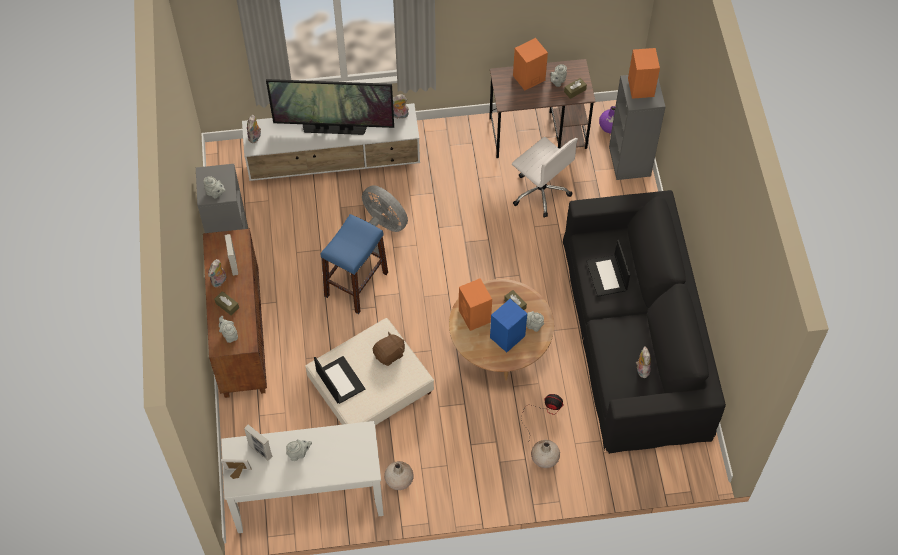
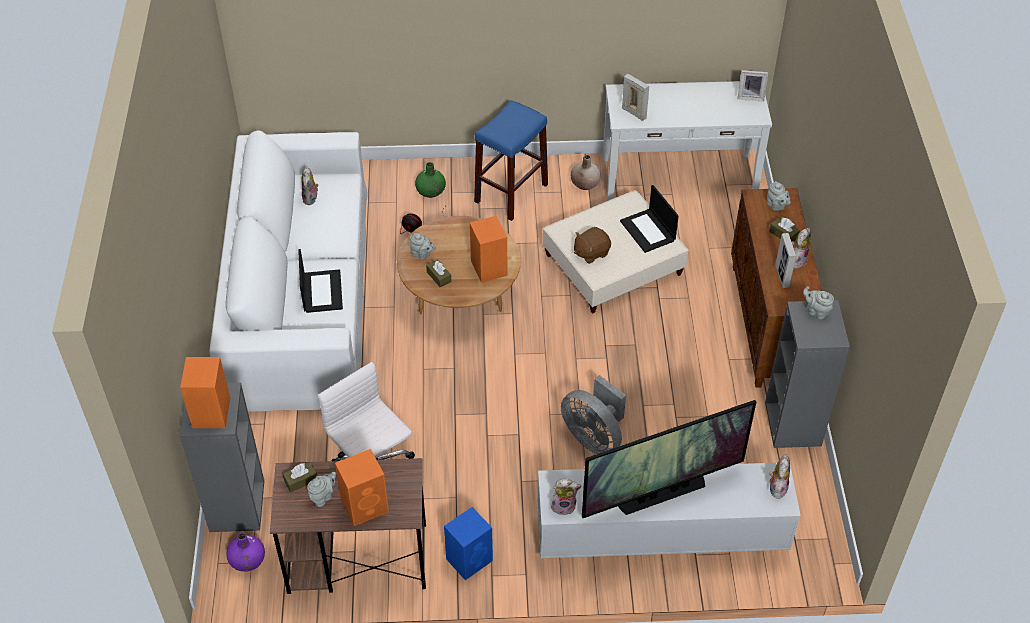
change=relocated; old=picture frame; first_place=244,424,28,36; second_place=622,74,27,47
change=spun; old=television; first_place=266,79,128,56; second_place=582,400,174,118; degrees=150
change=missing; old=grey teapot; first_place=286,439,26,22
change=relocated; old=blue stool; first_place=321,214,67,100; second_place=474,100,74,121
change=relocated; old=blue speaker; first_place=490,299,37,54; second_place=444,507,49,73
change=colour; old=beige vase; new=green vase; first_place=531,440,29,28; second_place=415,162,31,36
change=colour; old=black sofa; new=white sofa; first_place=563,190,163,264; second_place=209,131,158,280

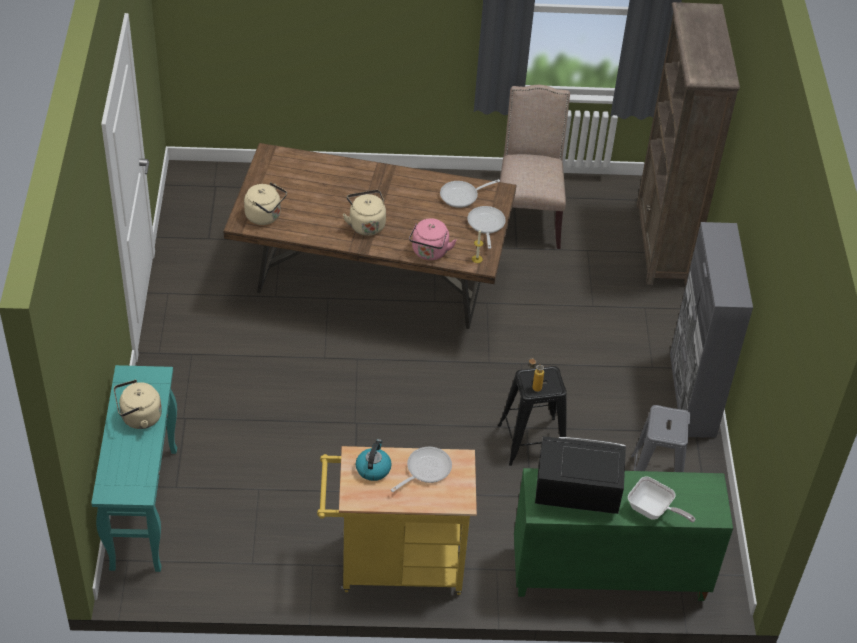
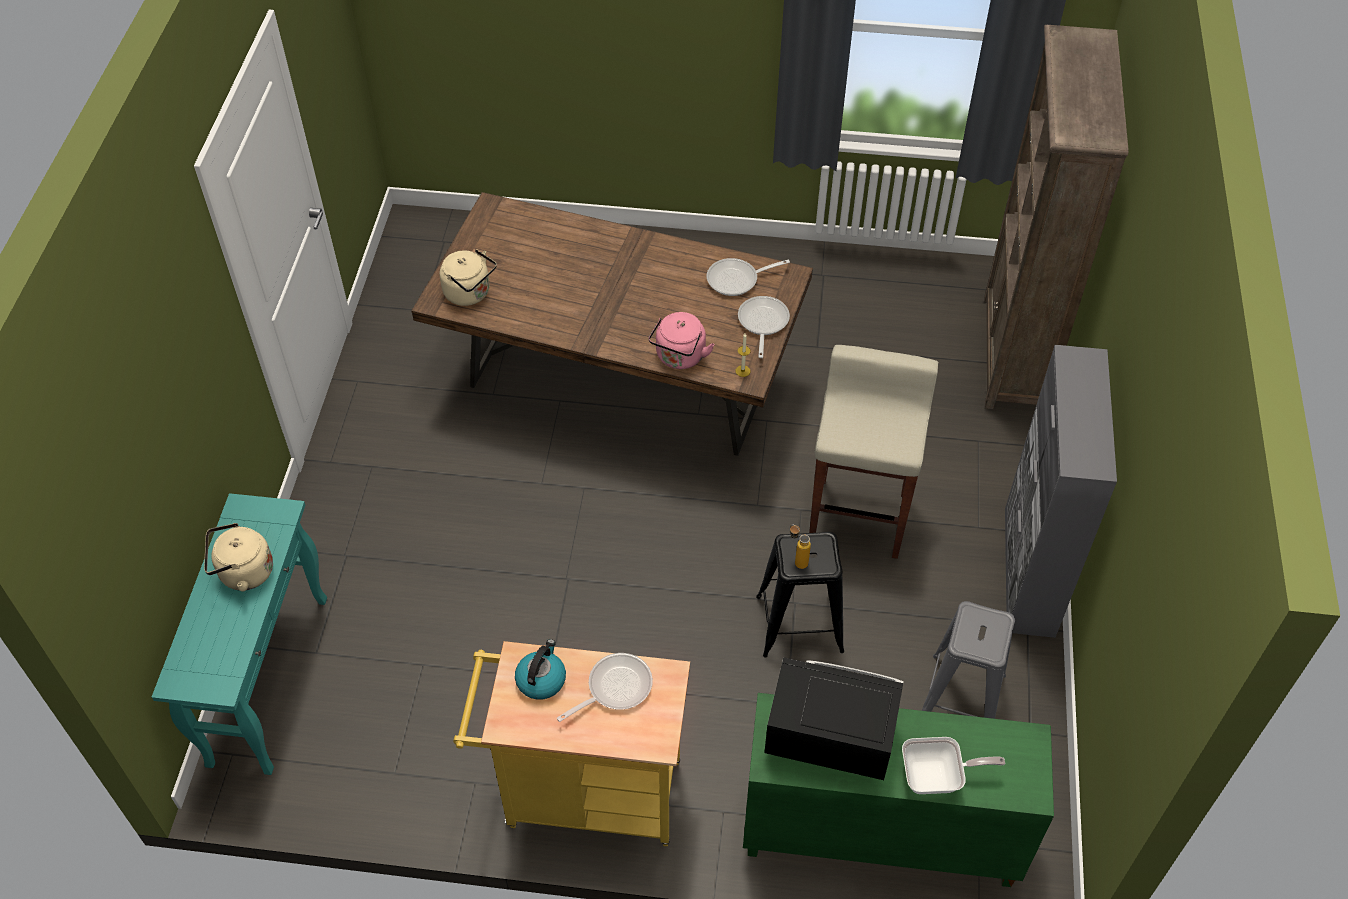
change=missing; old=beige kettle; first_place=343,190,43,46
change=missing; old=beige chair; first_place=500,85,70,164
change=spun; old=frying pan; first_place=628,477,67,46; second_place=902,737,103,57; degrees=-45
change=appeared; new=beige stool; second_place=809,345,129,214

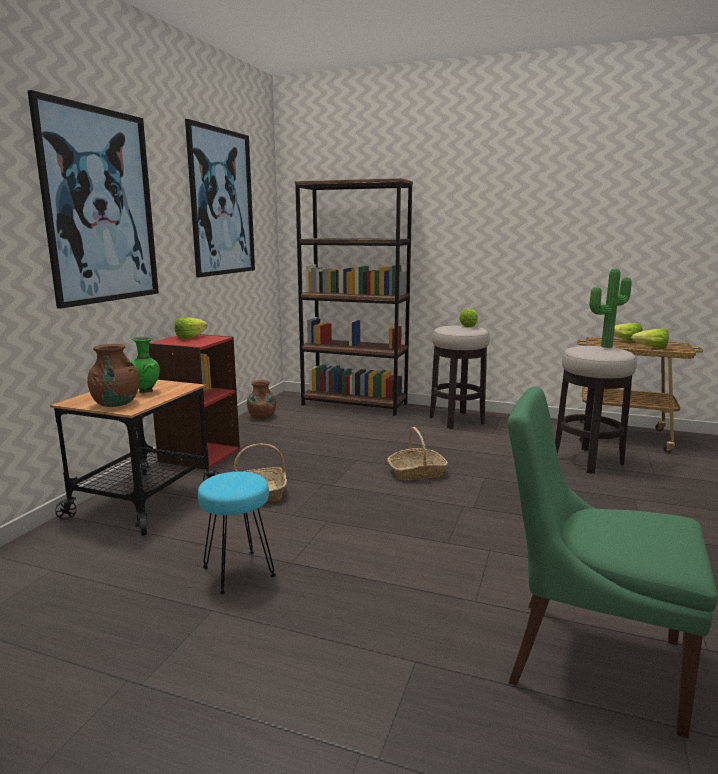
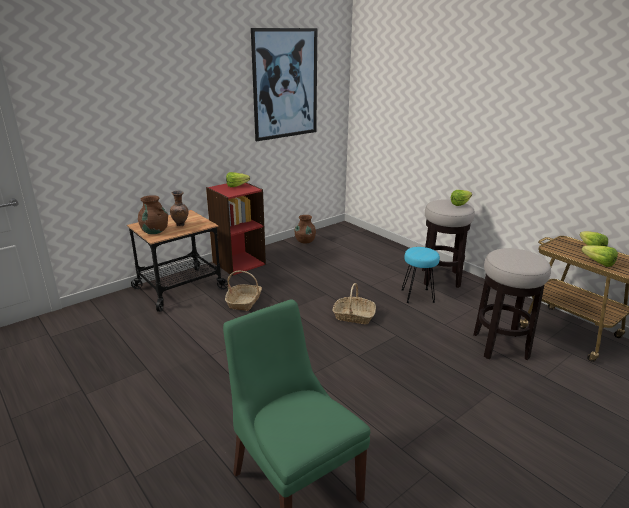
change=missing; old=picture; first_place=27,90,132,219
change=colour; old=green vase; new=brown vase; first_place=131,337,29,57; second_place=170,191,19,35
change=relocated; old=turquoise stool; first_place=198,472,78,122; second_place=401,247,39,56
change=missing; old=brown bookcase; first_place=295,178,118,238
change=missing; old=potted plant; first_place=589,268,43,80

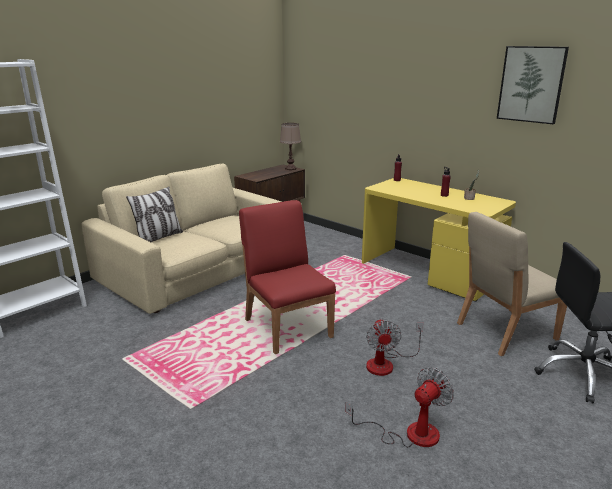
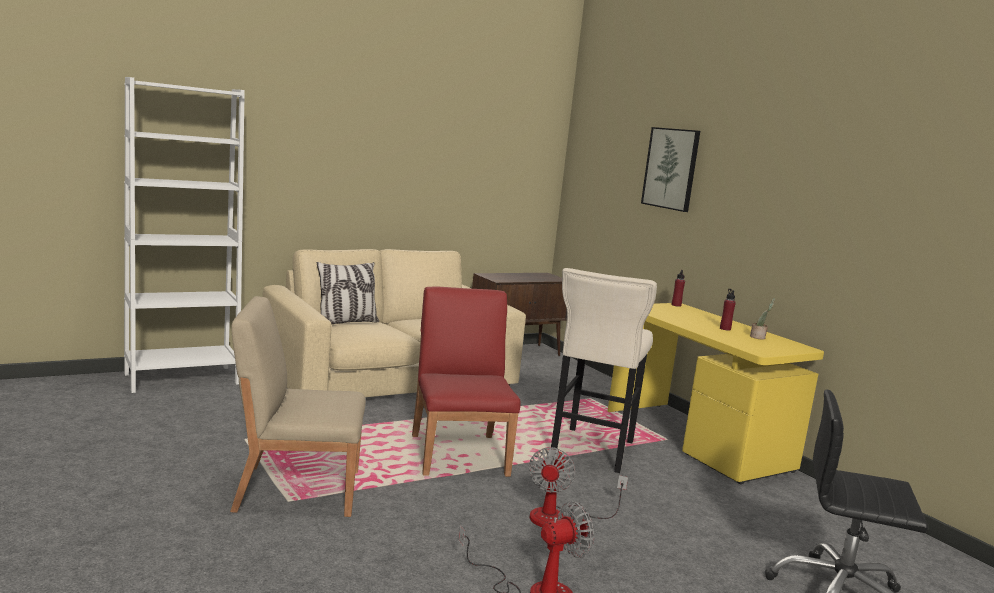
change=missing; old=brown table lamp; first_place=280,123,21,47
change=relocated; old=beige chair; first_place=457,212,110,144; second_place=230,296,136,221
change=relocated; old=picture; first_place=497,46,72,78; second_place=641,127,59,85
change=appeared; new=beige stool; second_place=551,268,106,205

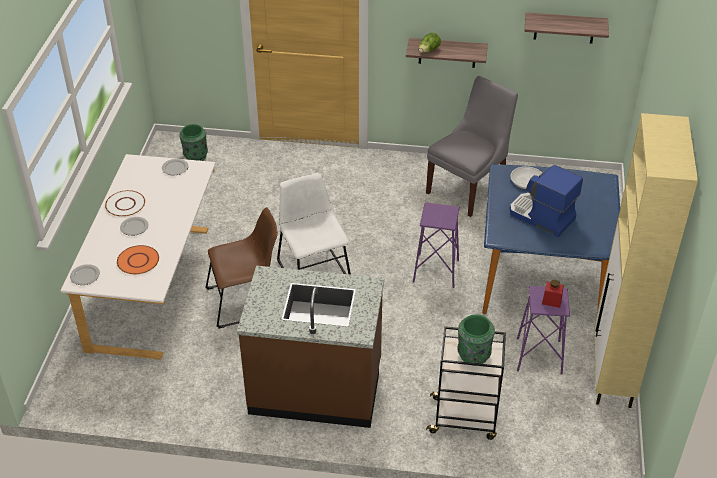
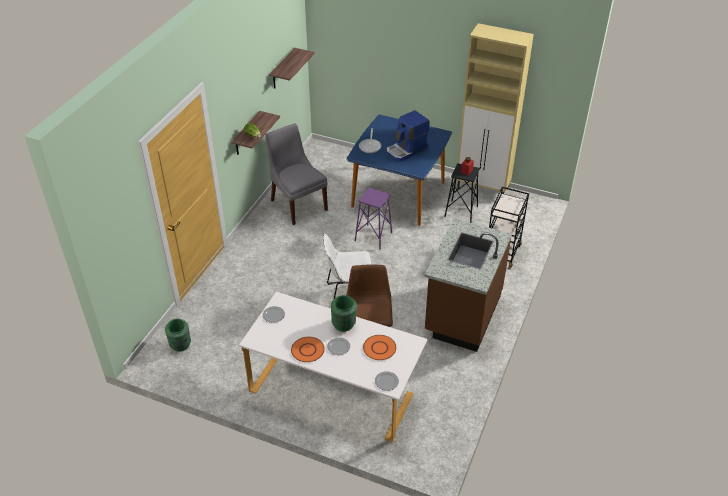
change=colour; old=white plate; new=orange plate; first_place=105,190,40,27; second_place=291,337,34,25
change=relocated; old=green vase; first_place=457,314,38,52; second_place=331,295,26,37
change=colour; old=purple stool; new=black stool; first_place=517,286,53,89; second_place=444,163,36,60

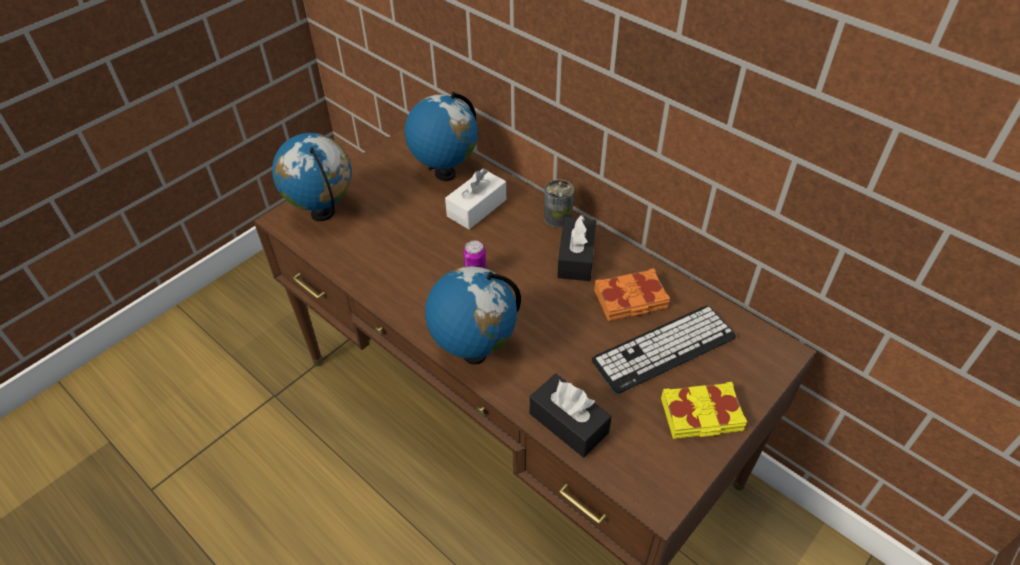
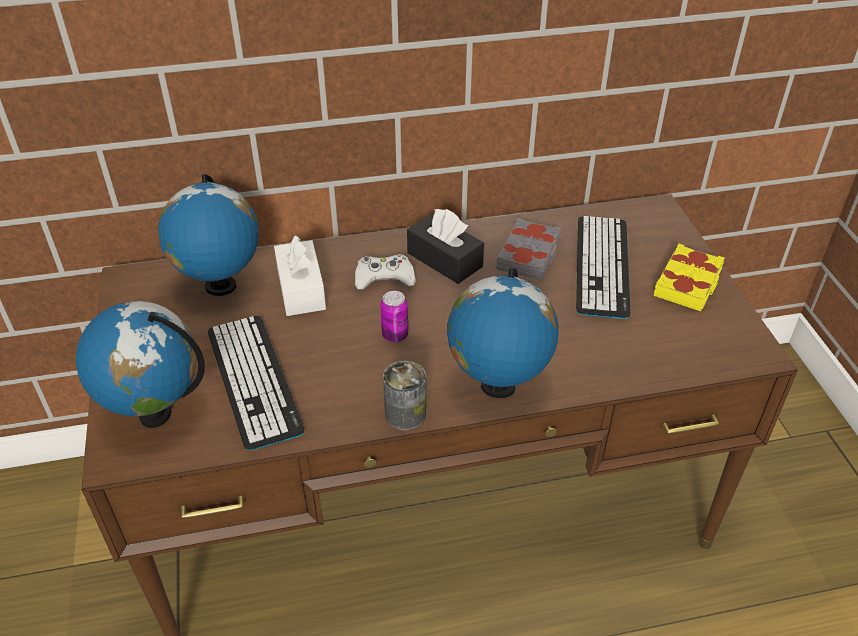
change=missing; old=black tissue box; first_place=530,374,82,84
change=relocated; old=can; first_place=544,179,30,49; second_place=383,361,43,69
change=colour; old=orange book; new=grey book; first_place=594,268,76,53; second_place=496,218,65,62
change=appeared; new=keyboard; second_place=208,316,96,134
change=appeared; new=white game controller; second_place=355,254,61,36

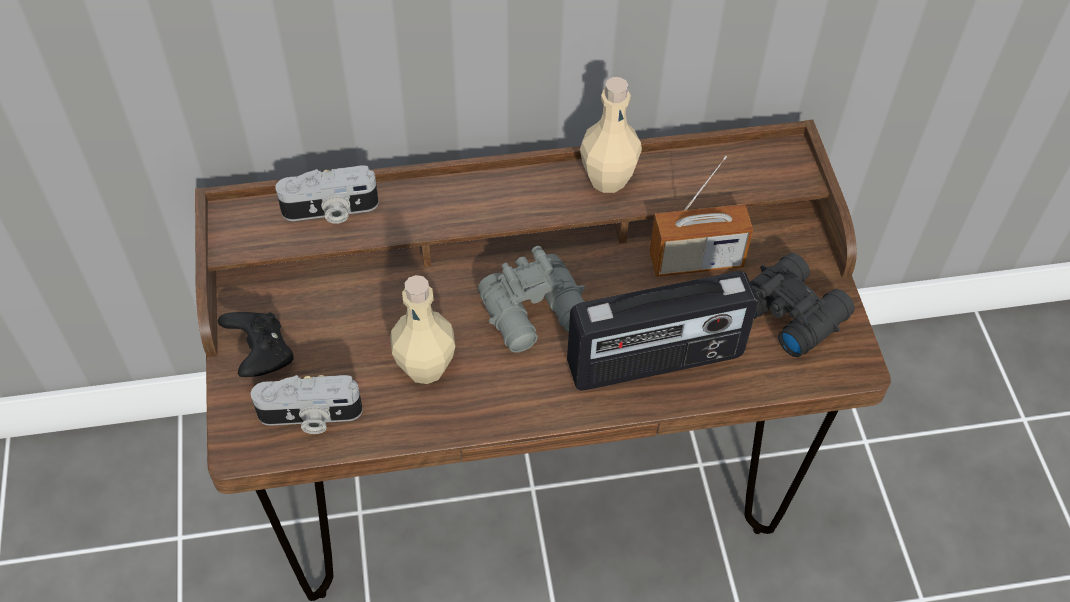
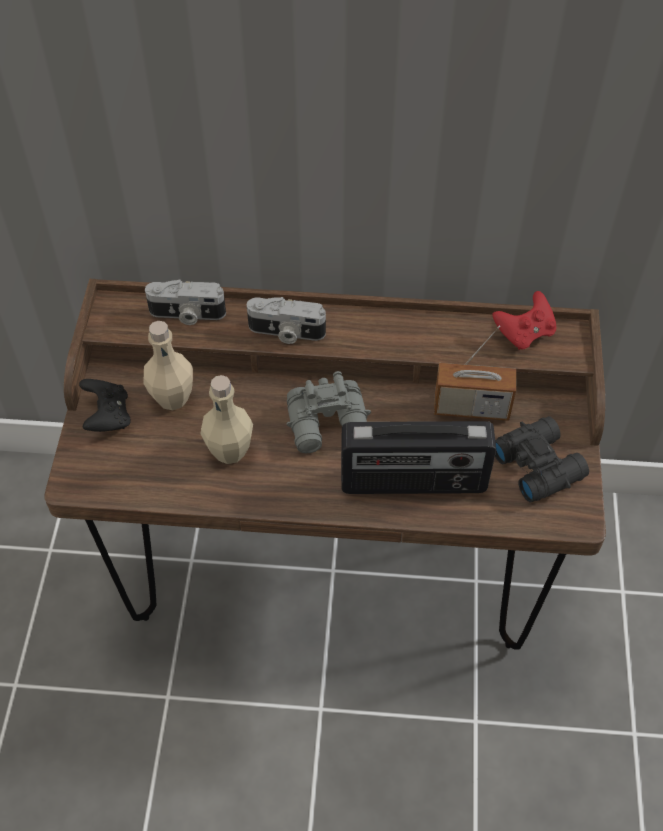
change=relocated; old=photo camera; first_place=251,375,112,59; second_place=247,297,79,47
change=relocated; old=beige bottle; first_place=580,77,62,116; second_place=143,321,50,89
change=appeared; new=red game controller; second_place=492,291,64,59

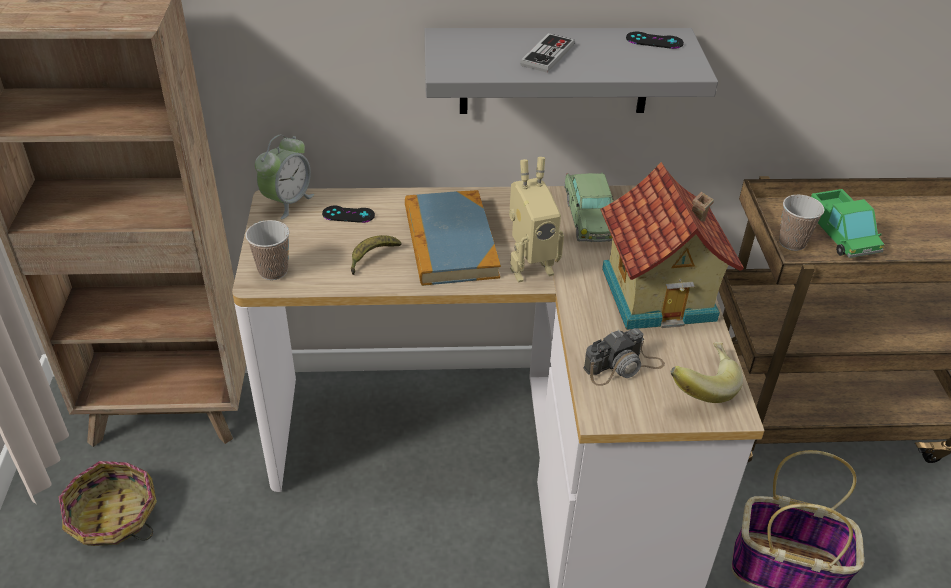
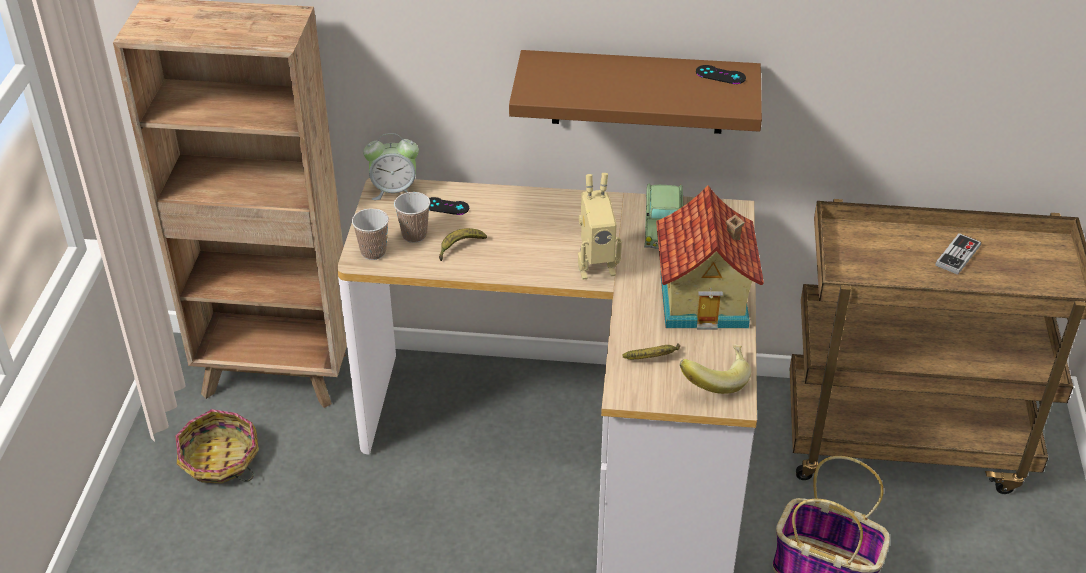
change=spun; old=alarm clock; first_place=255,135,59,84; second_place=363,133,56,67; degrees=45
change=missing; old=book; first_place=405,190,96,96
change=colour; old=grey shelf; new=brown shelf; first_place=425,28,293,86; second_place=509,50,253,84
change=relocated; old=game controller; first_place=520,33,55,40; second_place=935,233,46,42
change=exchanged; old=photo camera; new=banana; first_place=583,328,82,58; second_place=622,343,58,16
change=relocated; old=cup; first_place=779,195,45,56; second_place=394,192,36,51
change=missing; old=toy truck; first_place=811,189,74,69

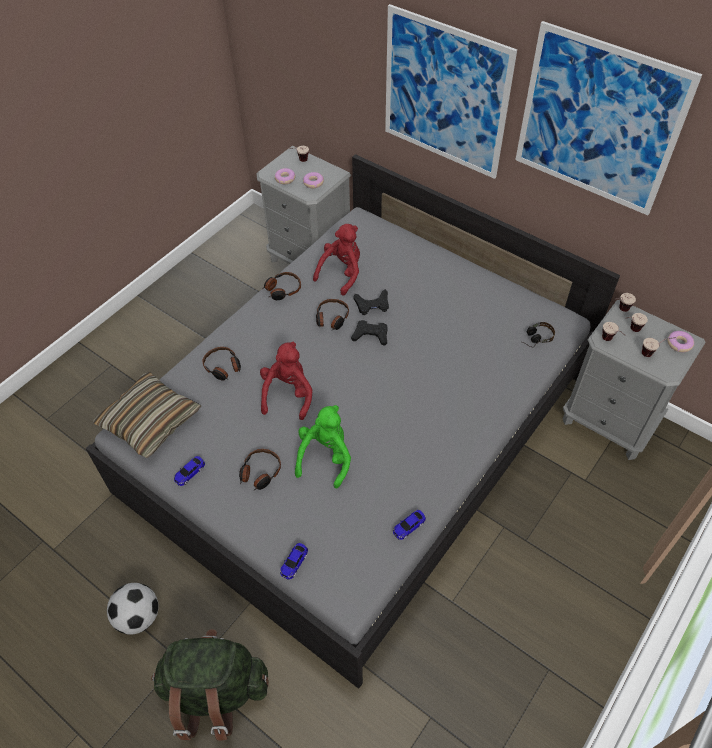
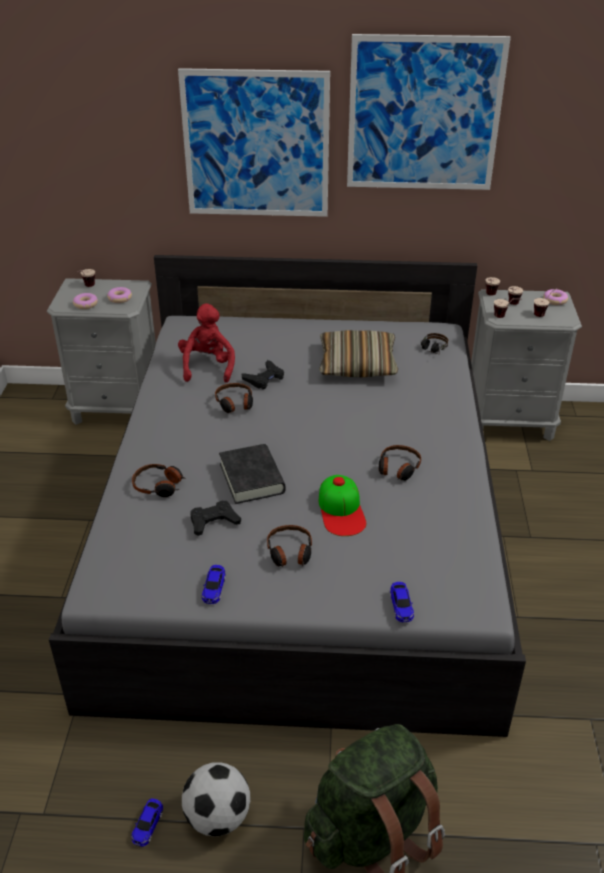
change=relocated; old=pillow; first_place=93,372,109,86; second_place=319,330,79,47
change=exchanged; old=red plush toy; new=black book; first_place=260,342,52,78; second_place=219,444,66,60
change=relocated; old=headphones; first_place=262,272,39,28; second_place=379,445,42,36
change=exchanged; old=green plush toy; new=cap; first_place=295,405,56,84; second_place=319,475,47,61
change=relocated; old=black game controller; first_place=351,320,36,26; second_place=190,501,51,35
change=relocated; old=toy car; first_place=393,510,33,30; second_place=131,799,32,48

